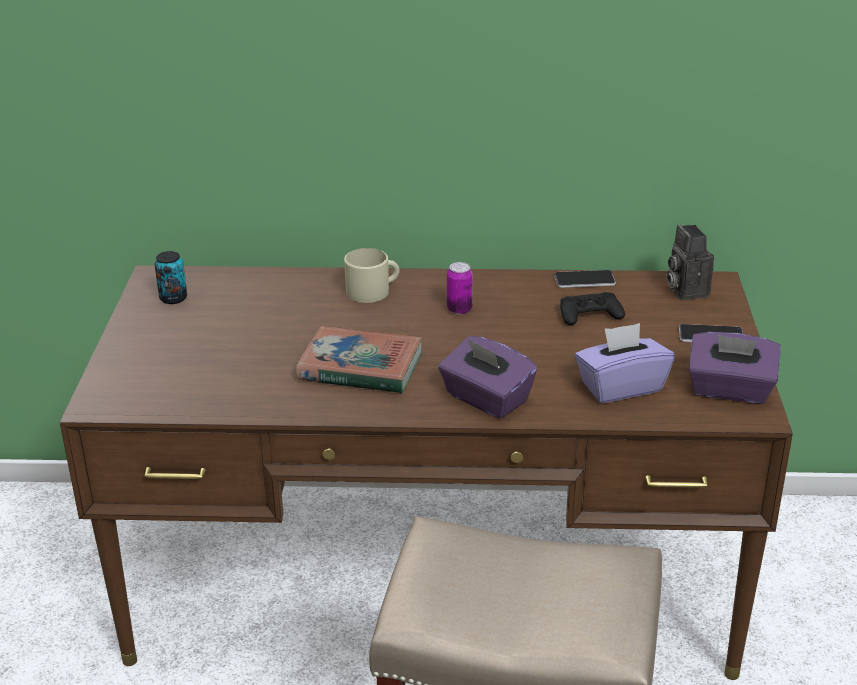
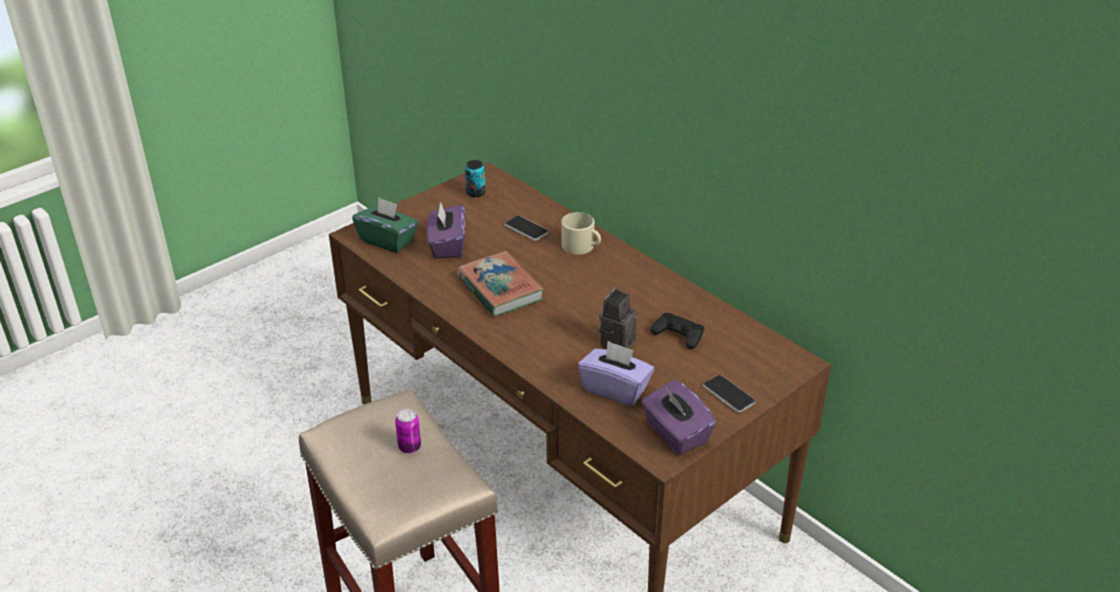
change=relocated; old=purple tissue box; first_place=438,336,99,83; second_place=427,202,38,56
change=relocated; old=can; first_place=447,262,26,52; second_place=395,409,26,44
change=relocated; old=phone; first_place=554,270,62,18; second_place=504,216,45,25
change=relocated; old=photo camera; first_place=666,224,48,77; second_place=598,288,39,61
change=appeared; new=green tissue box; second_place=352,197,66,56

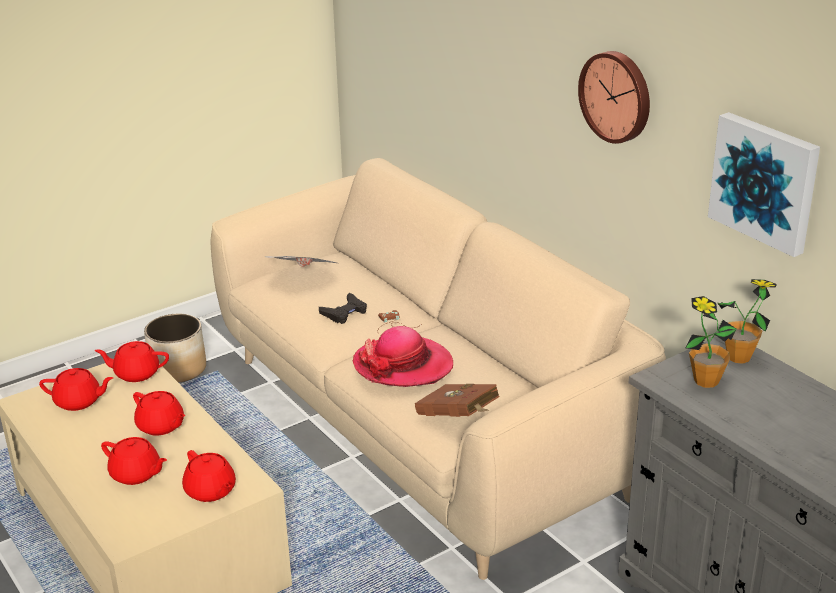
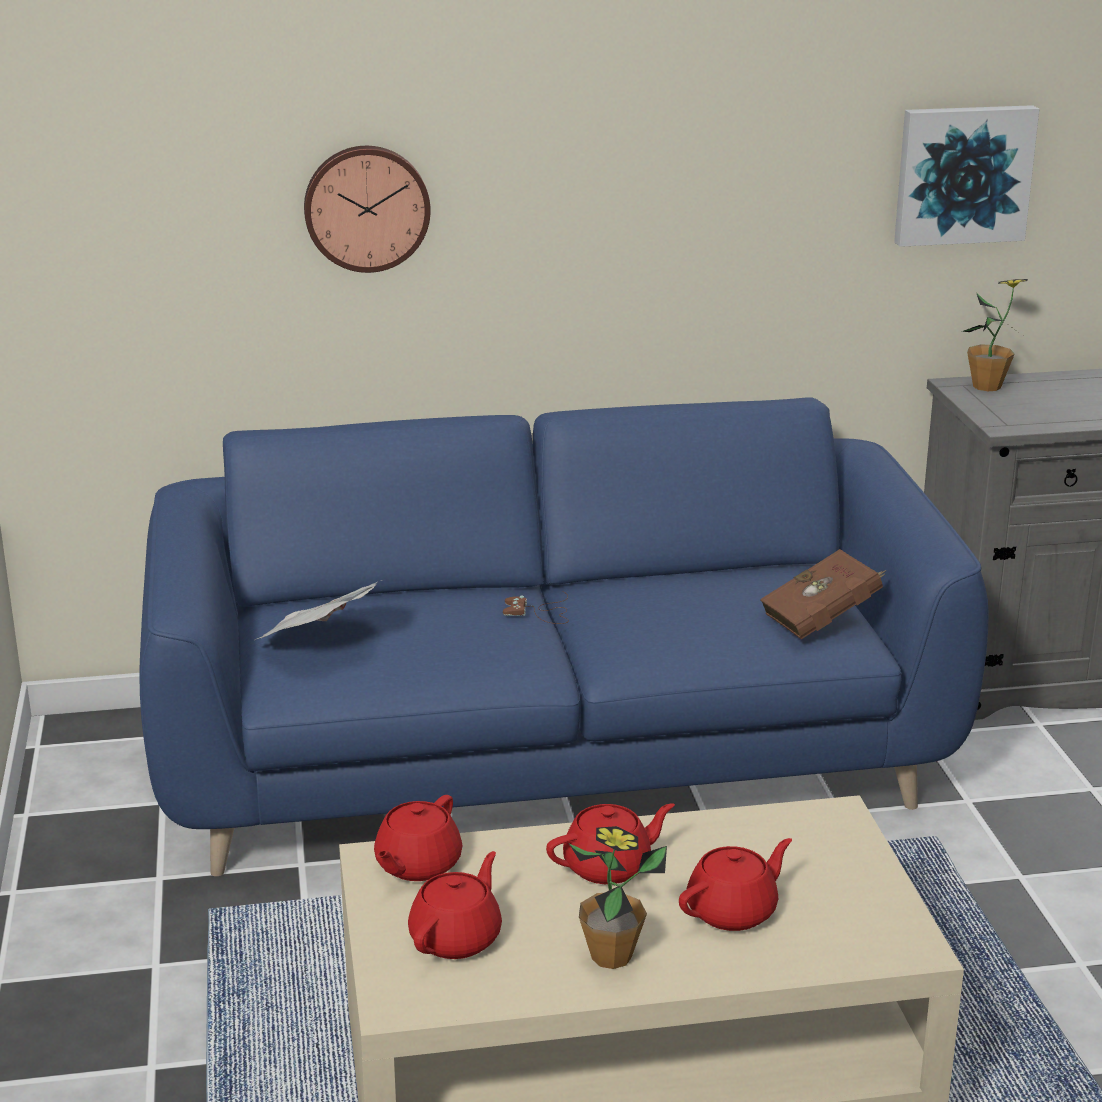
change=missing; old=planter; first_place=144,314,62,69
change=missing; old=red teapot; first_place=182,450,54,52
change=colour; old=beige sofa; new=blue sofa; first_place=211,158,455,422; second_place=139,397,850,479
change=missing; old=black game controller; first_place=319,293,48,31
change=missing; old=hat; first_place=353,326,100,61
change=relocated; old=wall clock; first_place=578,51,72,93; second_place=304,146,127,127
change=relocated; old=potted plant; first_place=686,296,50,92; second_place=568,826,99,143

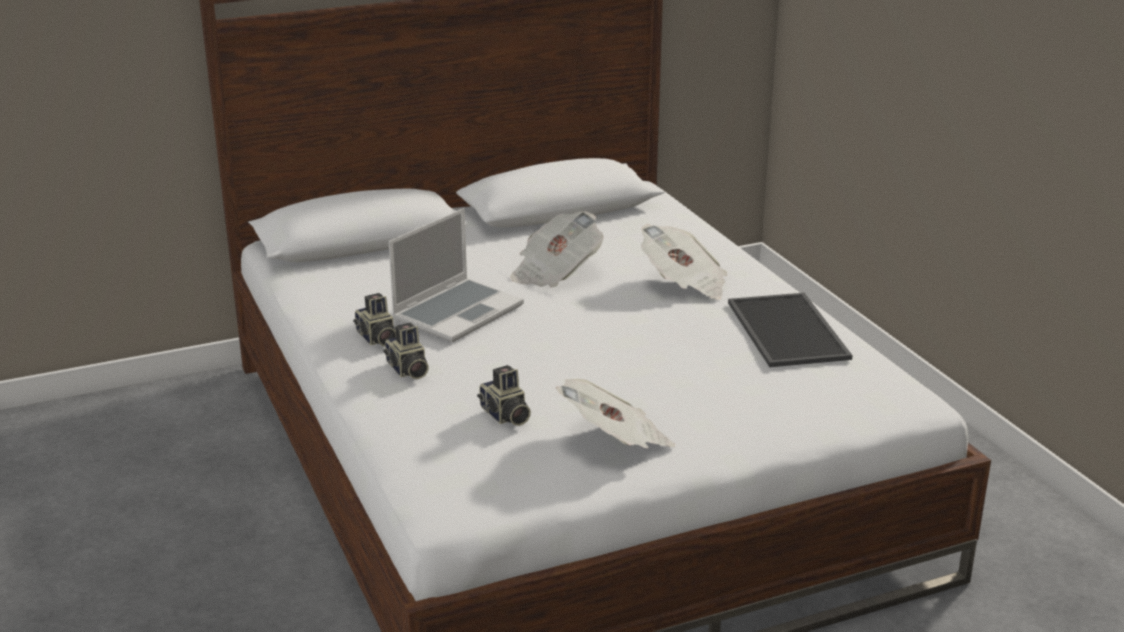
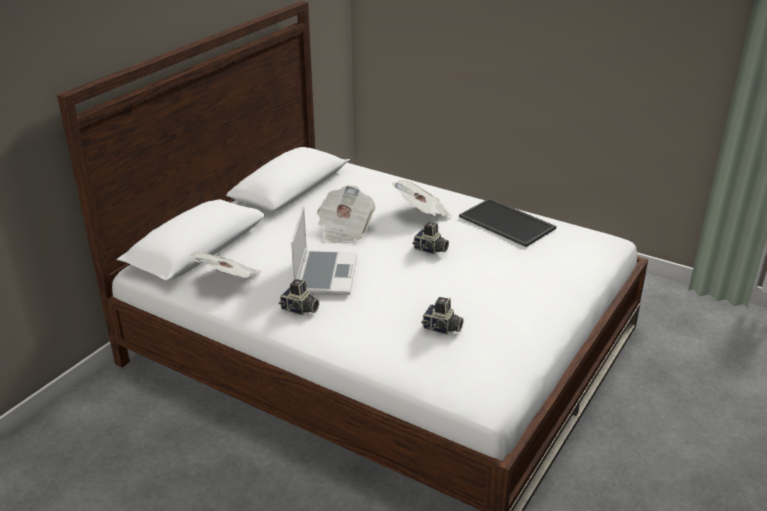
change=relocated; old=photo camera; first_place=383,323,46,56; second_place=413,222,36,32
change=relocated; old=newspaper; first_place=556,379,119,69; second_place=191,252,71,26

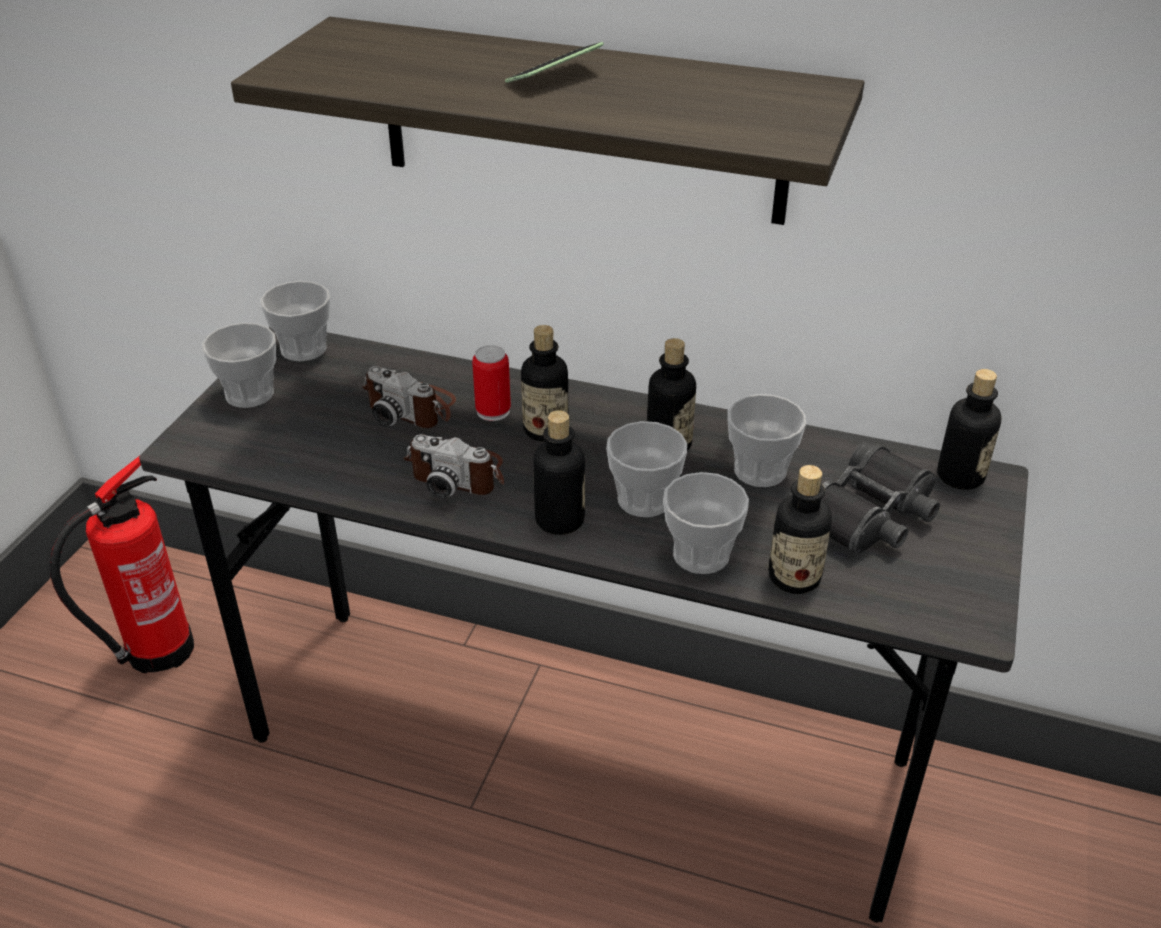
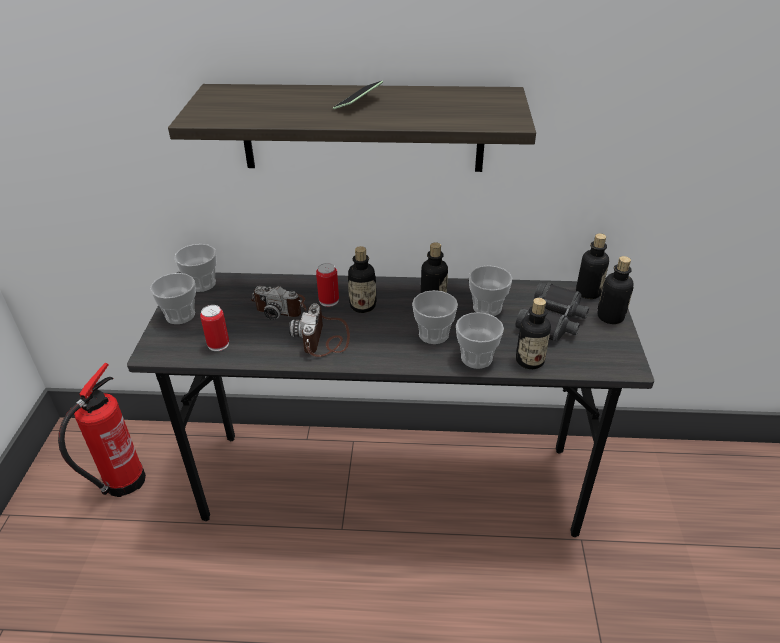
change=spun; old=photo camera; first_place=403,434,101,65; second_place=289,303,61,54; degrees=90
change=relocated; old=bottle; first_place=533,410,52,125; second_place=597,256,37,68
change=appeared; new=can; second_place=200,305,29,46

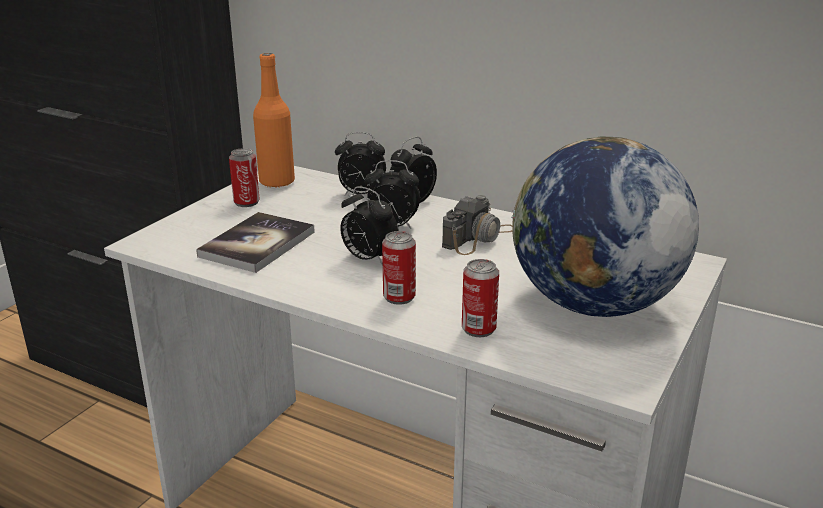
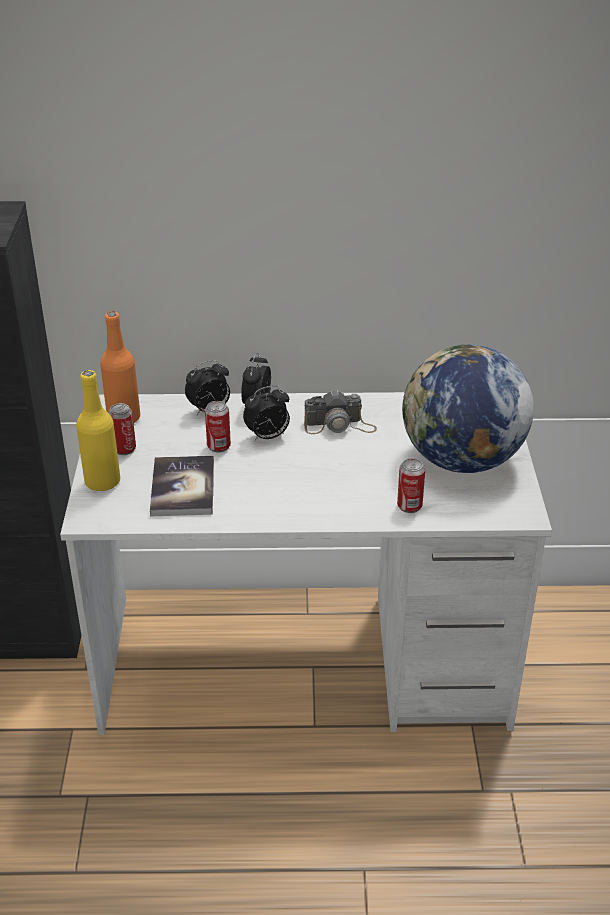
change=missing; old=alarm clock; first_place=340,186,59,80
change=relocated; old=can; first_place=382,231,34,74; second_place=205,401,26,52
change=spun; old=photo camera; first_place=442,195,70,60; second_place=304,390,73,44; degrees=75
change=appeared; new=yellow bottle; second_place=76,370,44,121

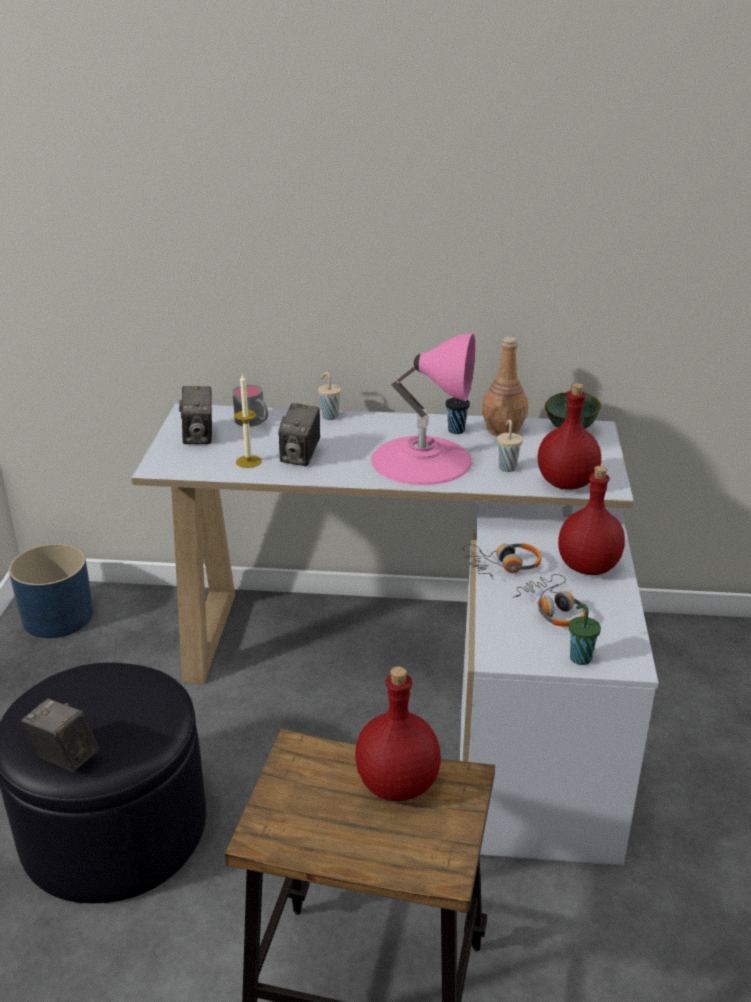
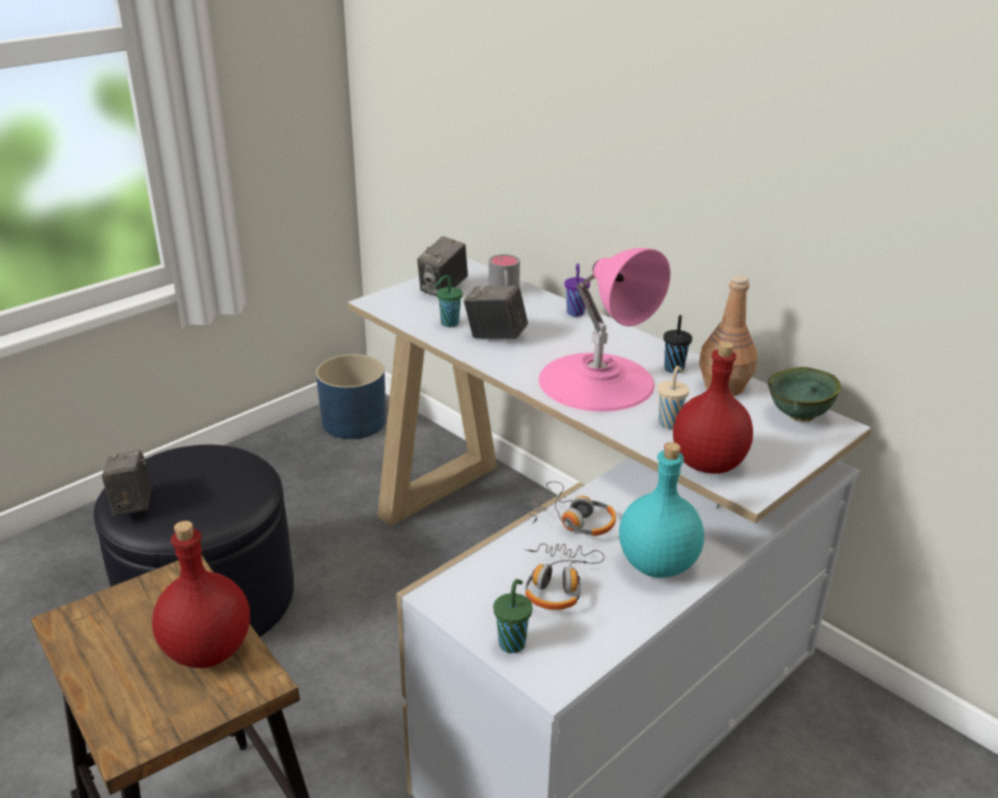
change=exchanged; old=candle; new=green cup; first_place=234,373,27,95; second_place=435,275,28,52
change=spun; old=photo camera; first_place=278,403,42,63; second_place=464,285,64,54; degrees=60
change=colour; old=beige cup; new=purple cup; first_place=318,372,23,48; second_place=564,263,26,54
change=colour; old=red bottle; new=turquoise bottle; first_place=558,466,67,109; second_place=619,442,85,136

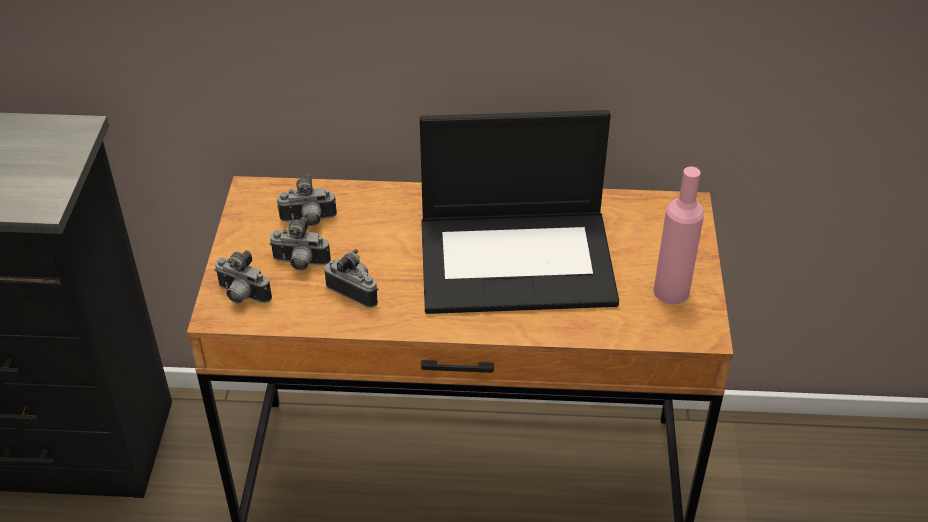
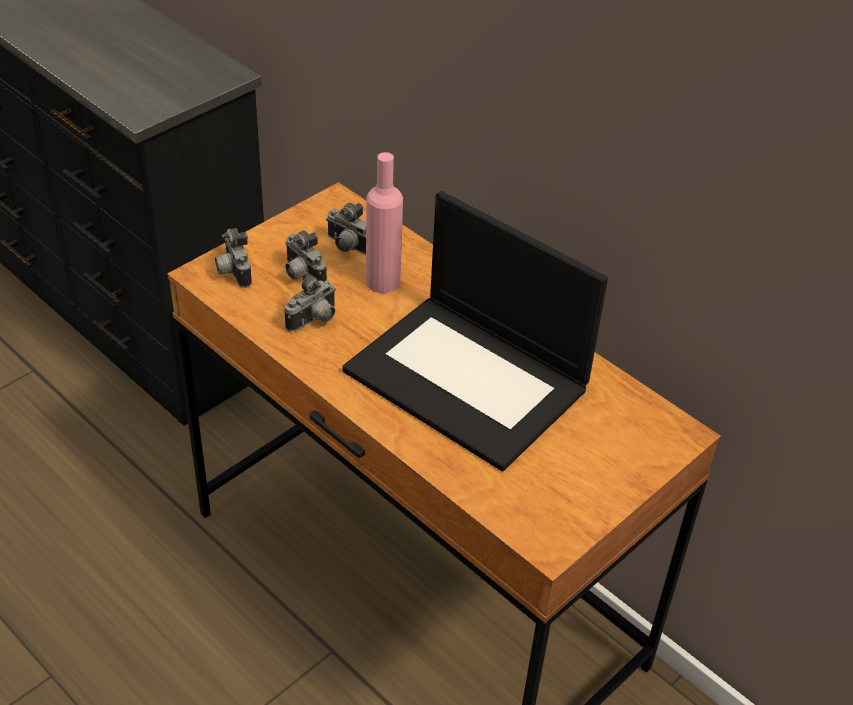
change=spun; old=photo camera; first_place=324,249,55,59; second_place=284,272,52,60; degrees=60
change=relocated; old=pink bottle; first_place=654,167,50,137; second_place=366,152,37,141

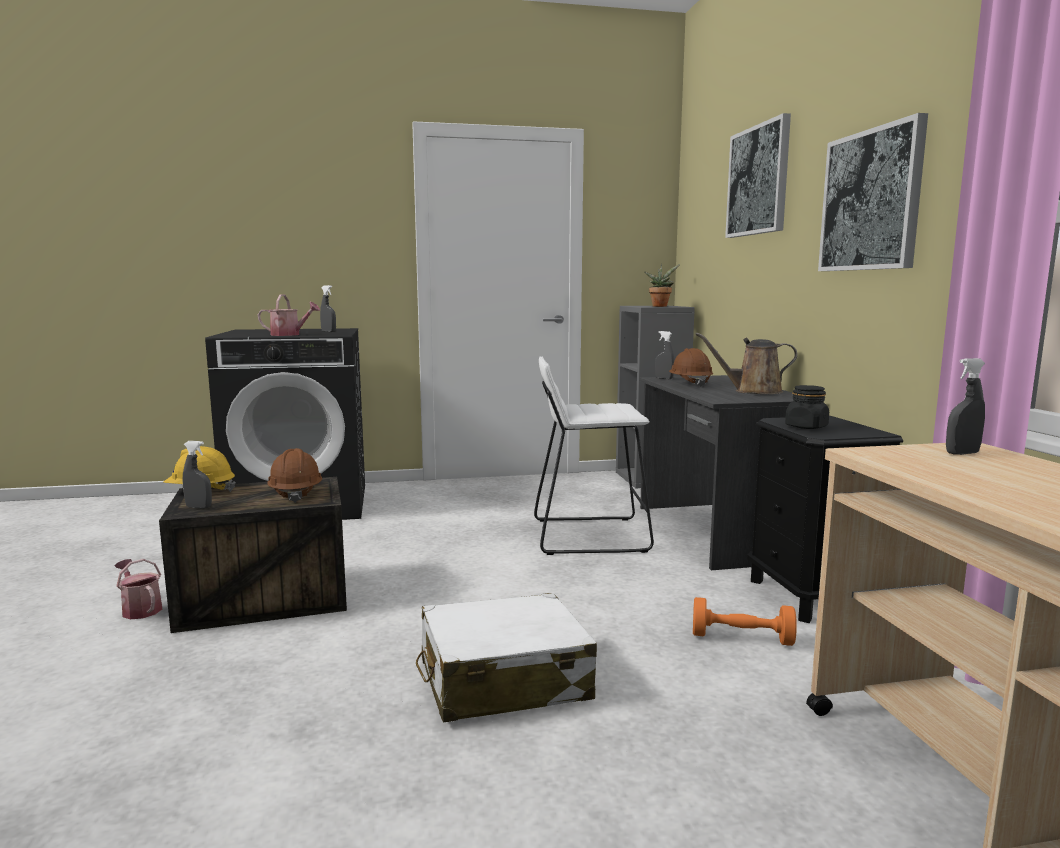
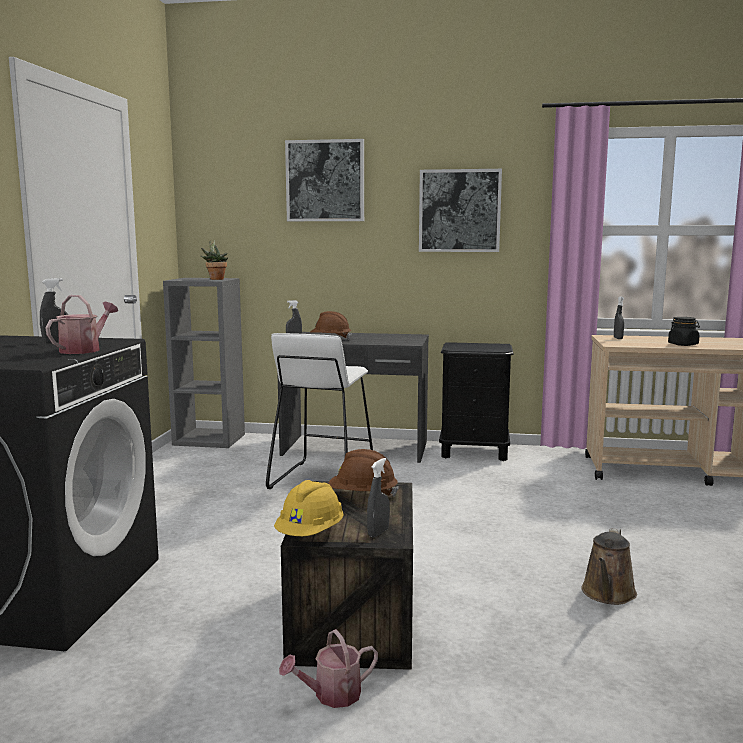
change=missing; old=white suitcase; first_place=416,593,181,130
change=missing; old=orange dumbbell; first_place=693,597,104,49
change=relocated; old=brown watering can; first_place=695,333,102,61; second_place=581,528,56,77
change=relocated; old=black jar; first_place=785,385,44,44; second_place=668,317,32,29

